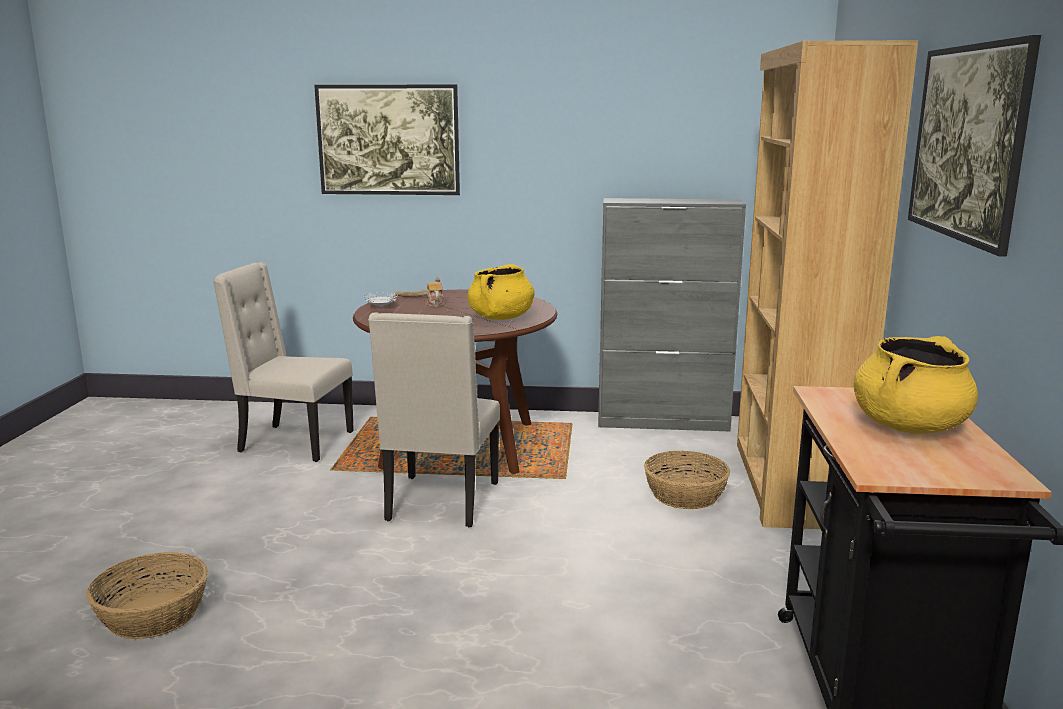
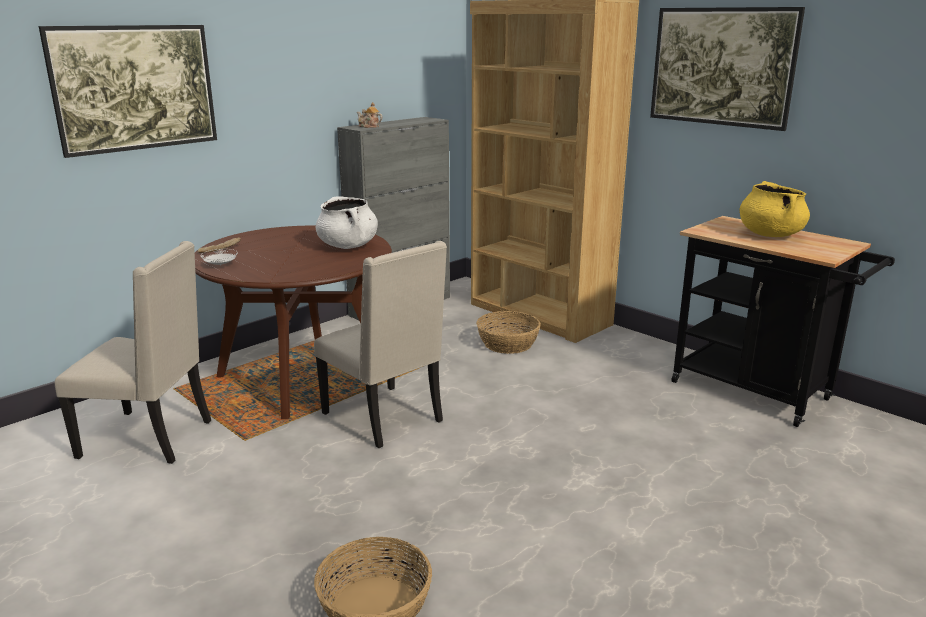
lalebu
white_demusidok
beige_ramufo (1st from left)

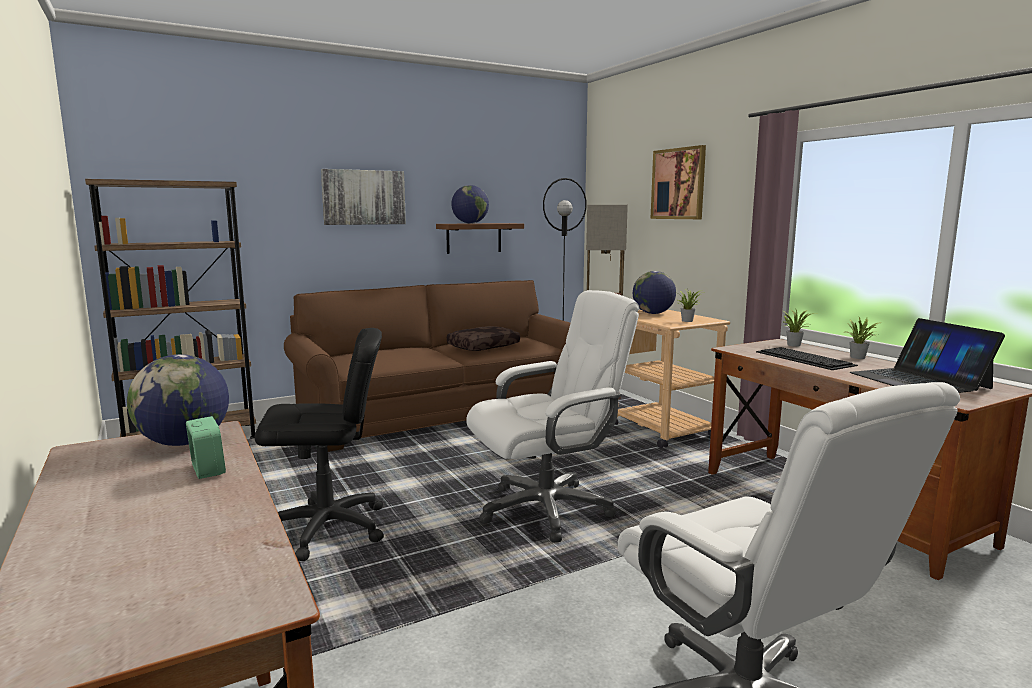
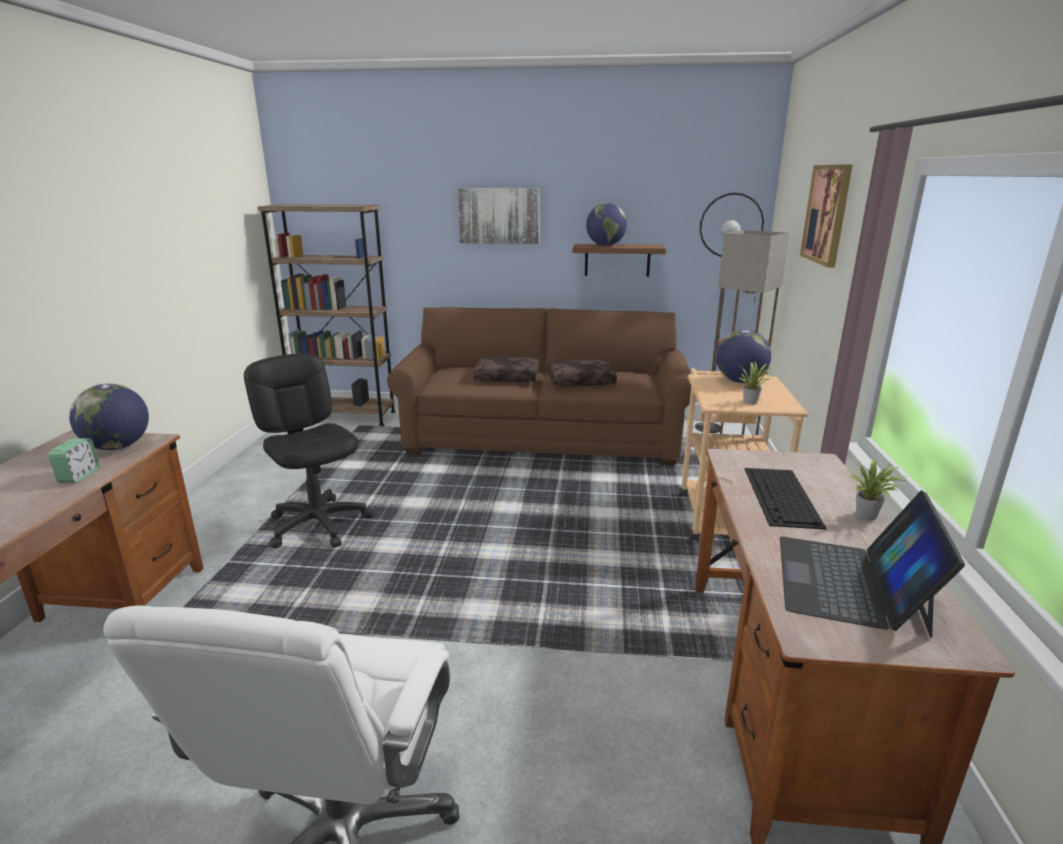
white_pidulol (1st from left in the first image)
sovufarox (2nd from left in the first image)
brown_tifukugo (1st from left)
black_pidulol

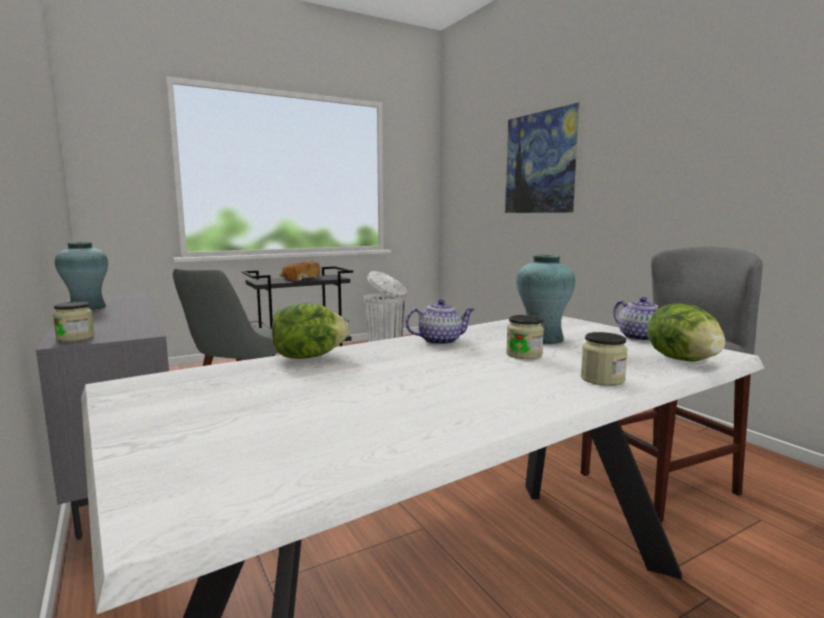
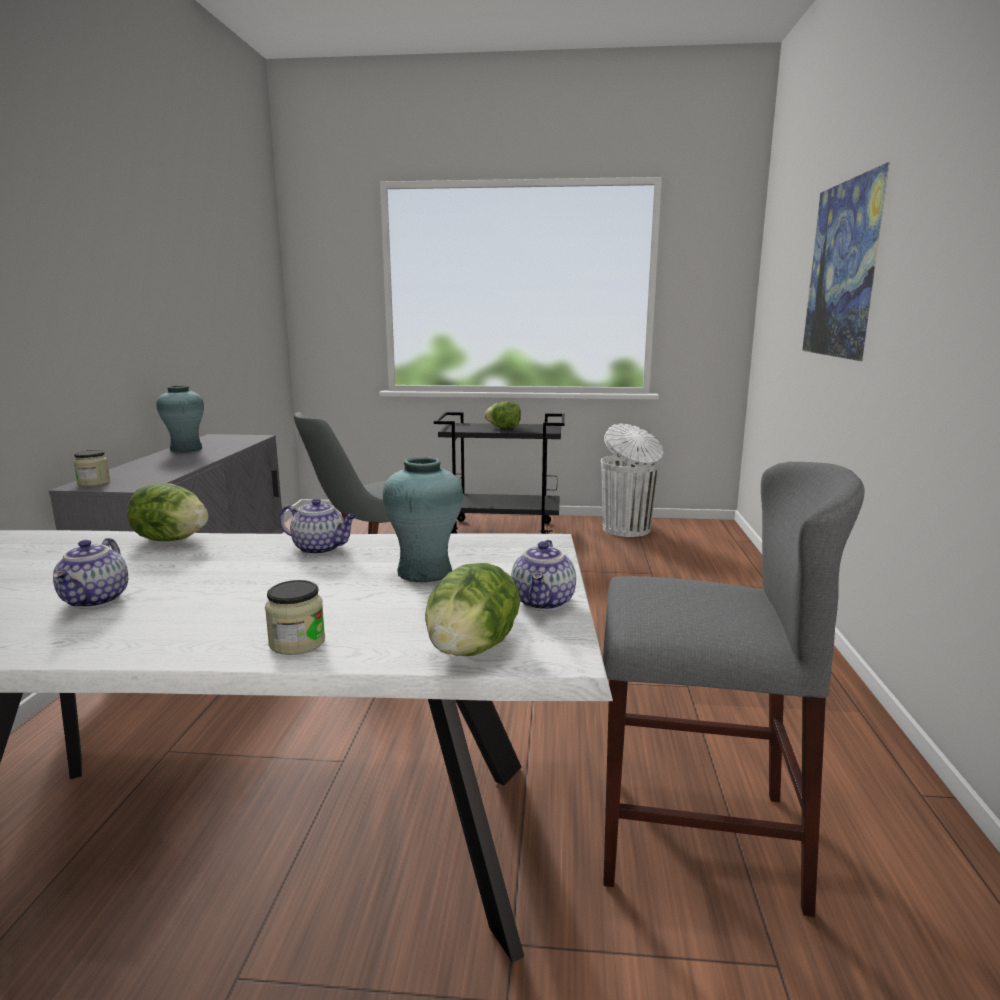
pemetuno (2nd from left in the first image)
lalebu (1st from left)
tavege (3rd from left)

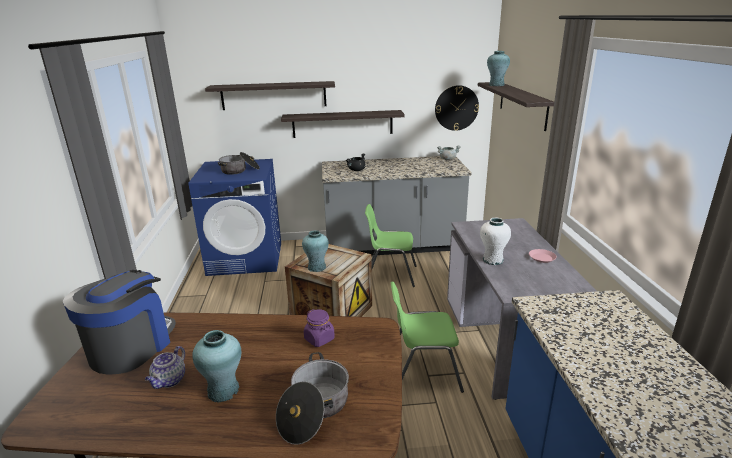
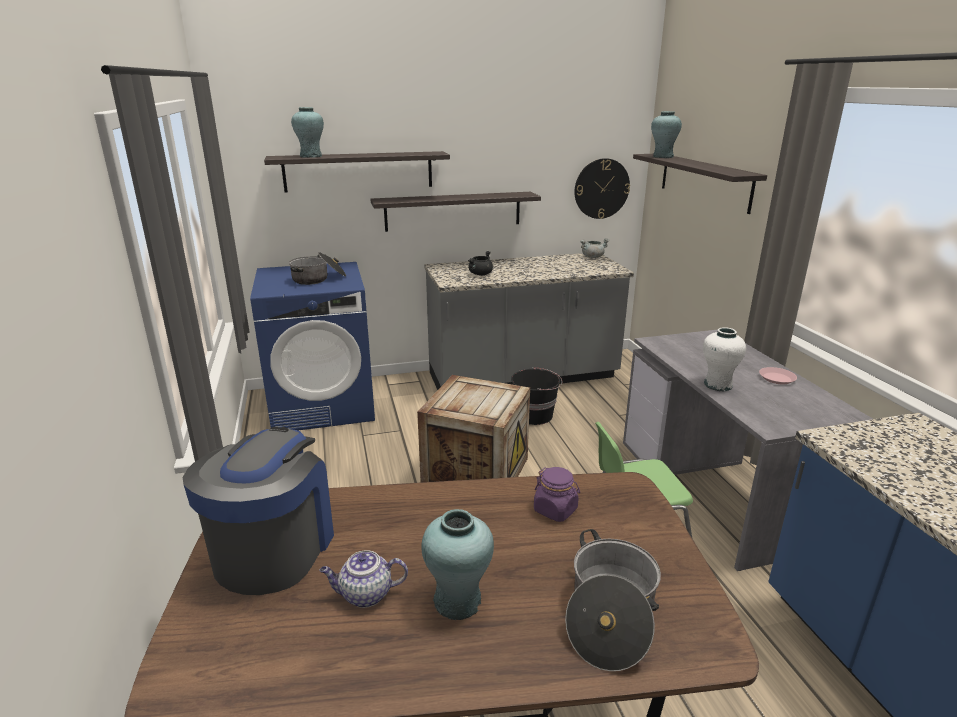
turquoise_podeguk (1st from left)
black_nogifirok
lalebu

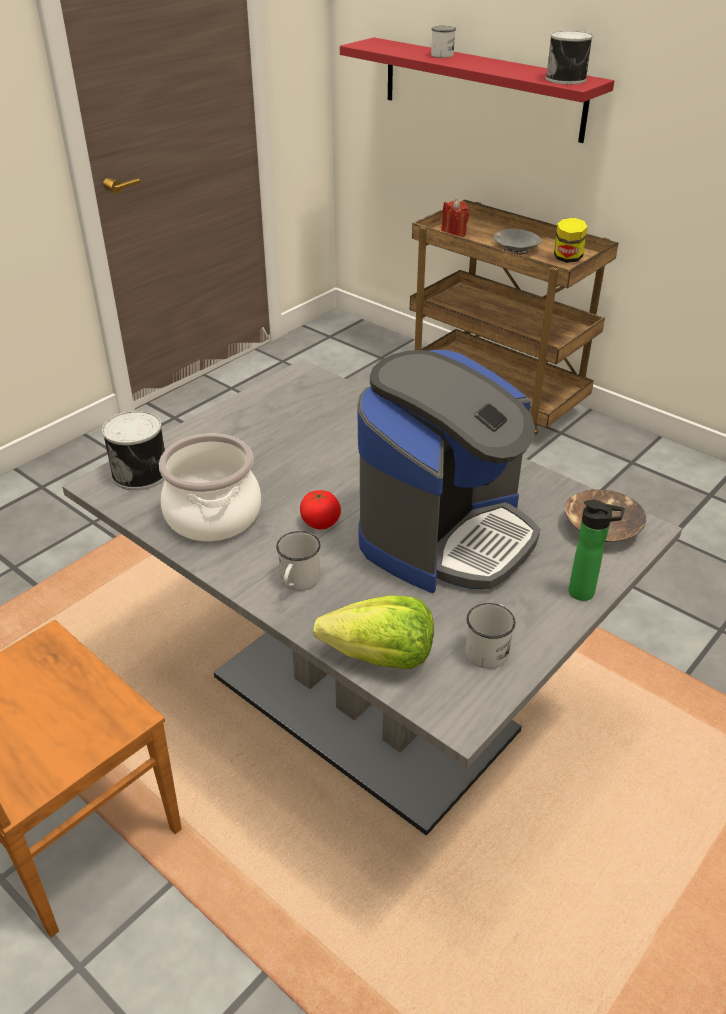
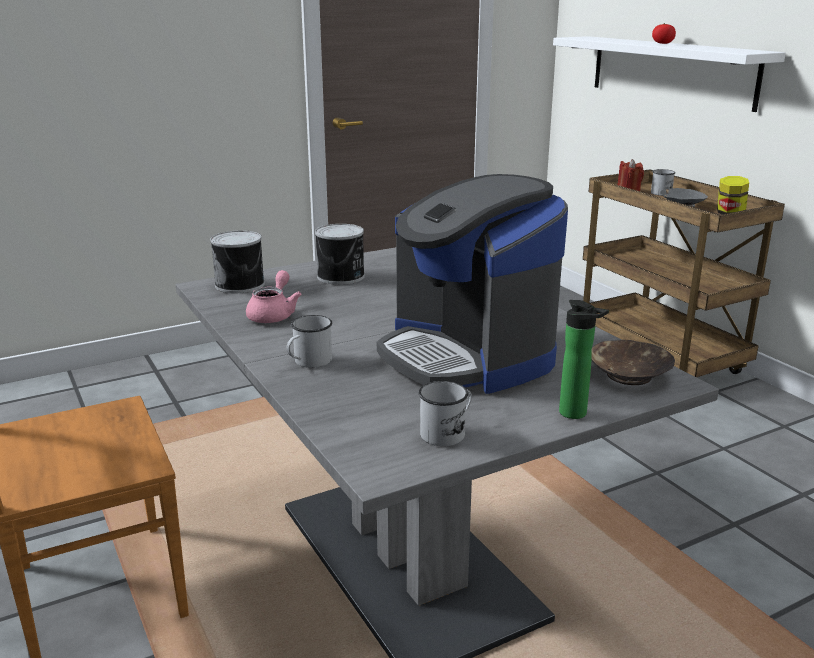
tavege
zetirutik
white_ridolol (3rd from left)
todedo (2nd from left)
pink_lalebu
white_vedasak
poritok

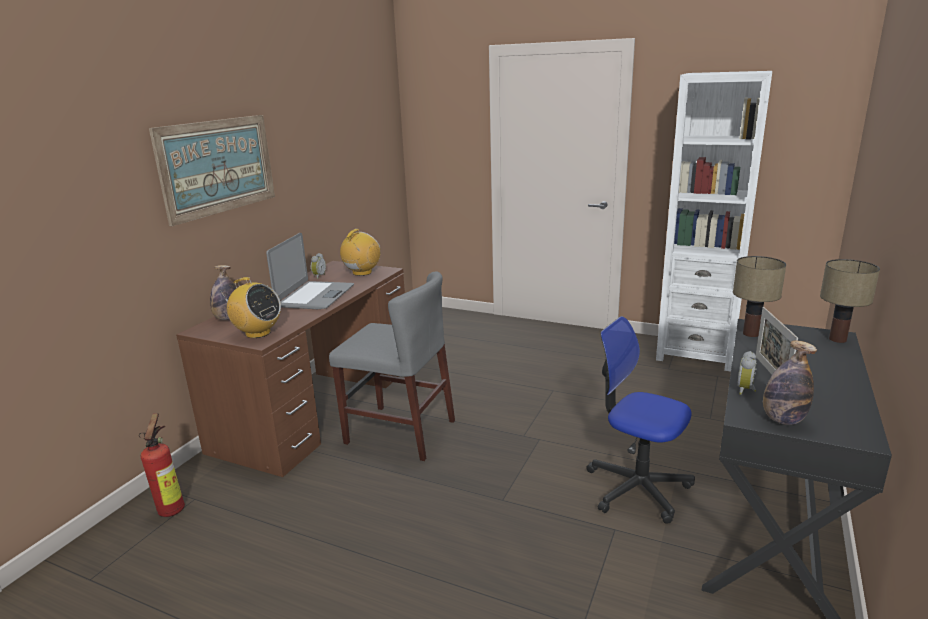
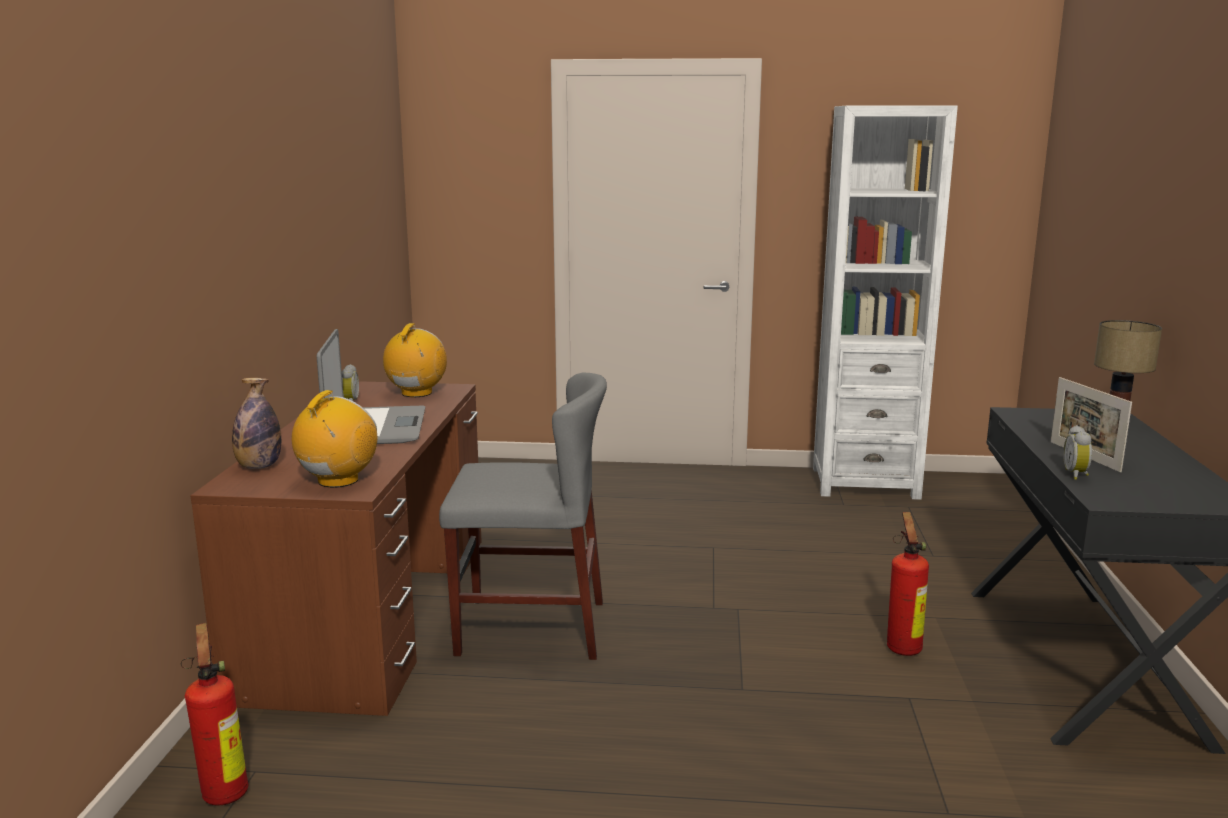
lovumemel
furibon (1st from left in the first image)
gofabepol (2nd from left in the first image)
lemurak (2nd from left)
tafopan (1st from left)

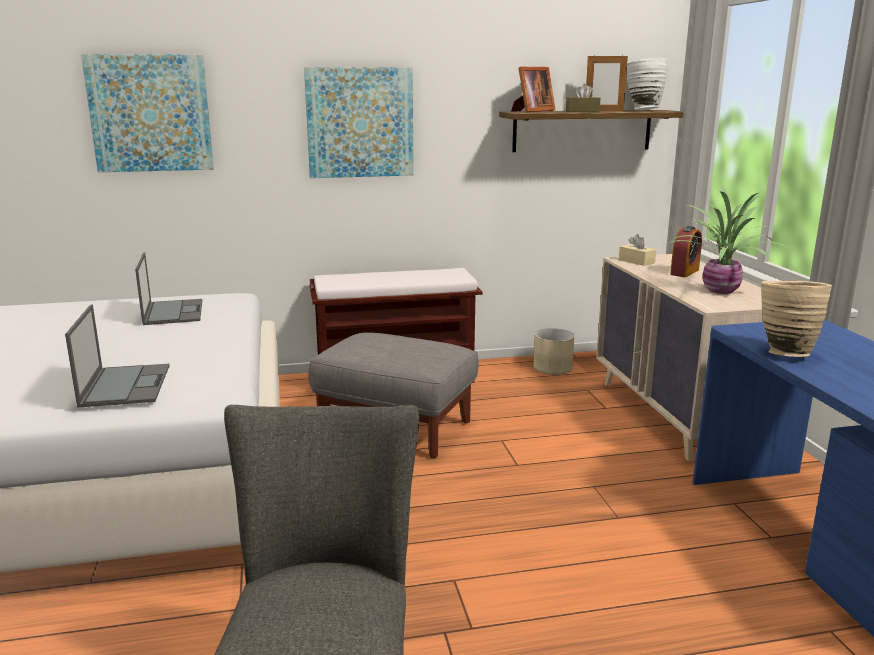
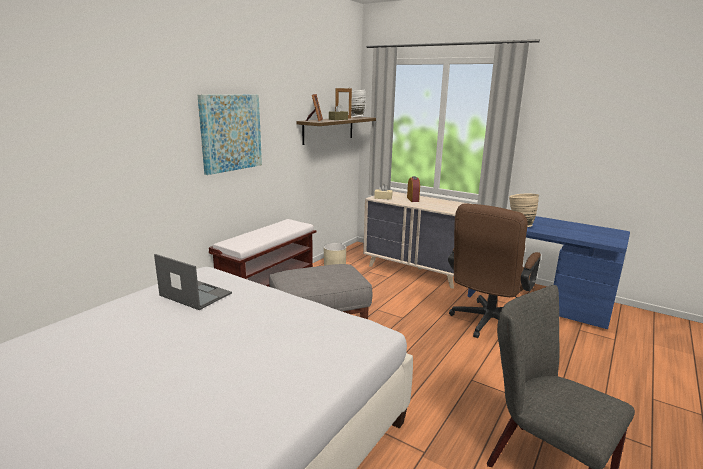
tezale (1st from left in the first image)
lovumemel (1st from left in the first image)
sovufarox
brown_pidulol

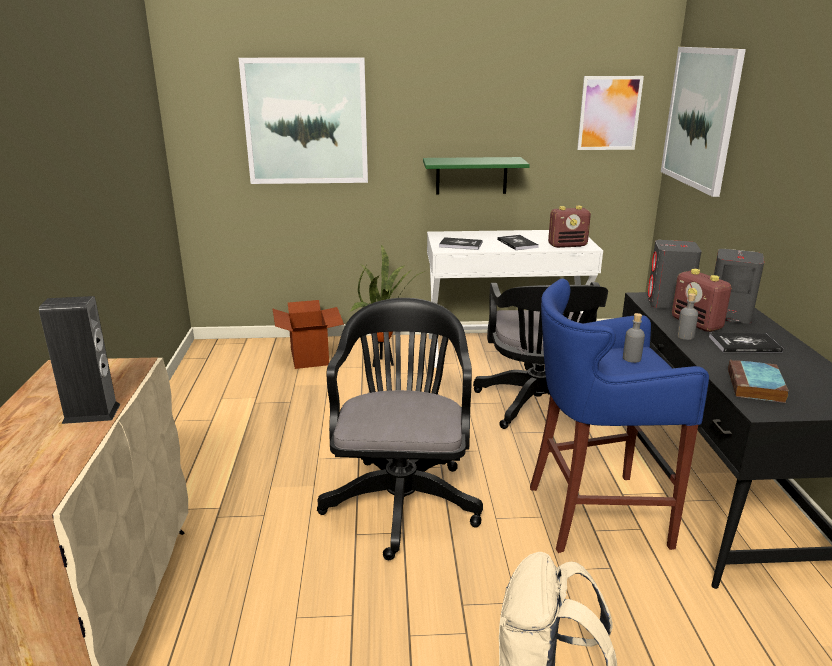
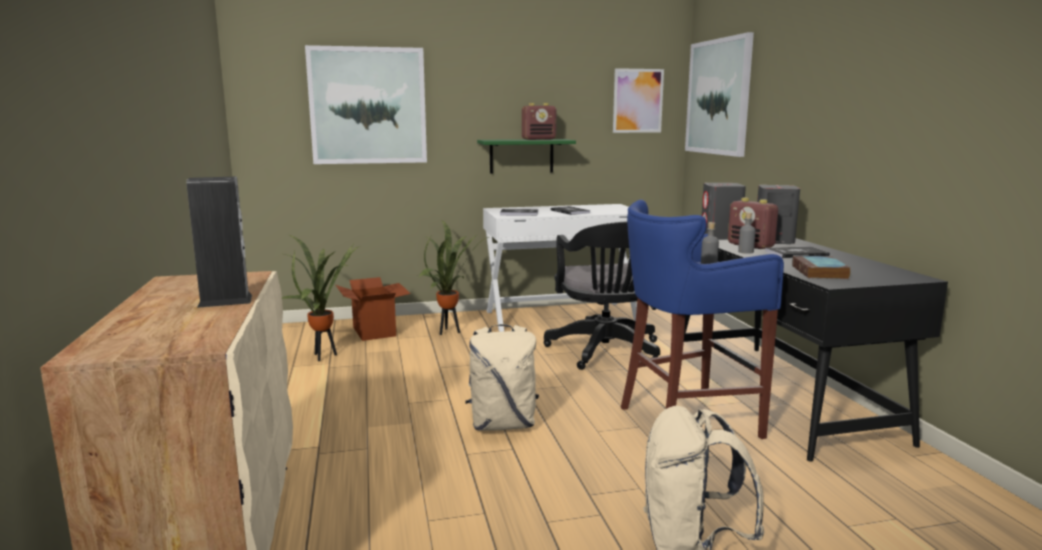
sovufarox (1st from left)
tafopan (1st from left)
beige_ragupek (1st from left)

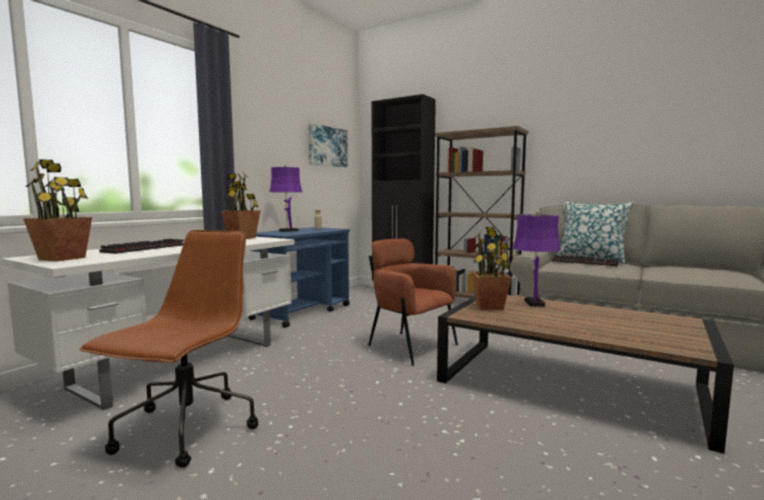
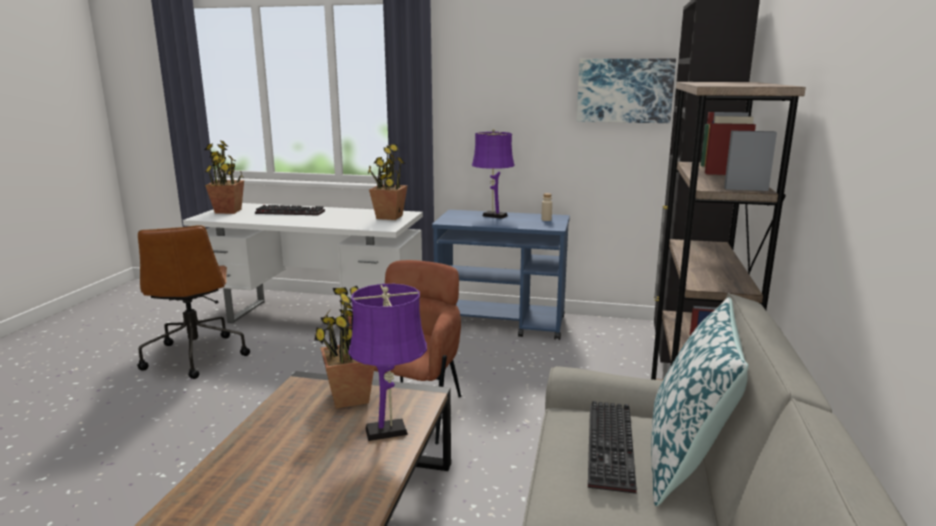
brown_pidulol

